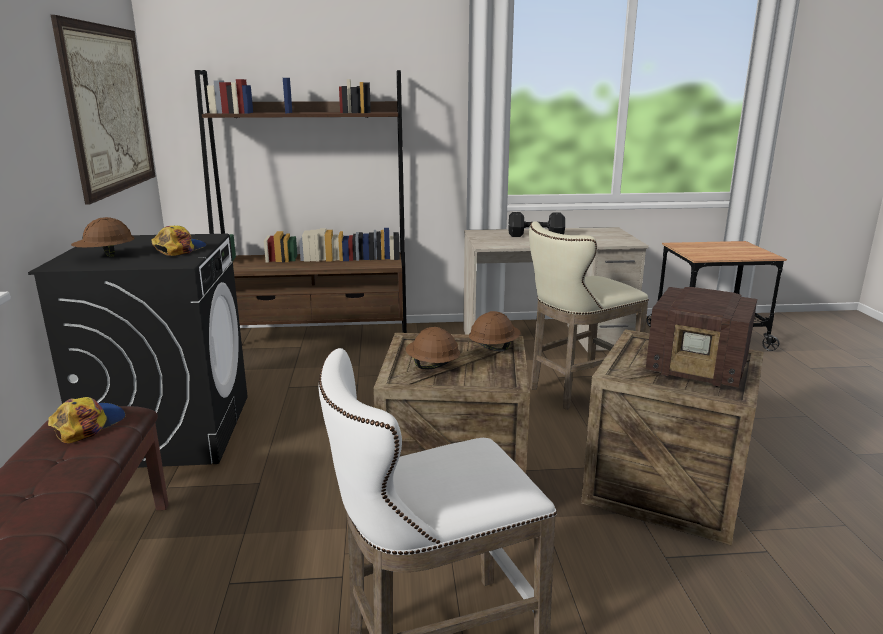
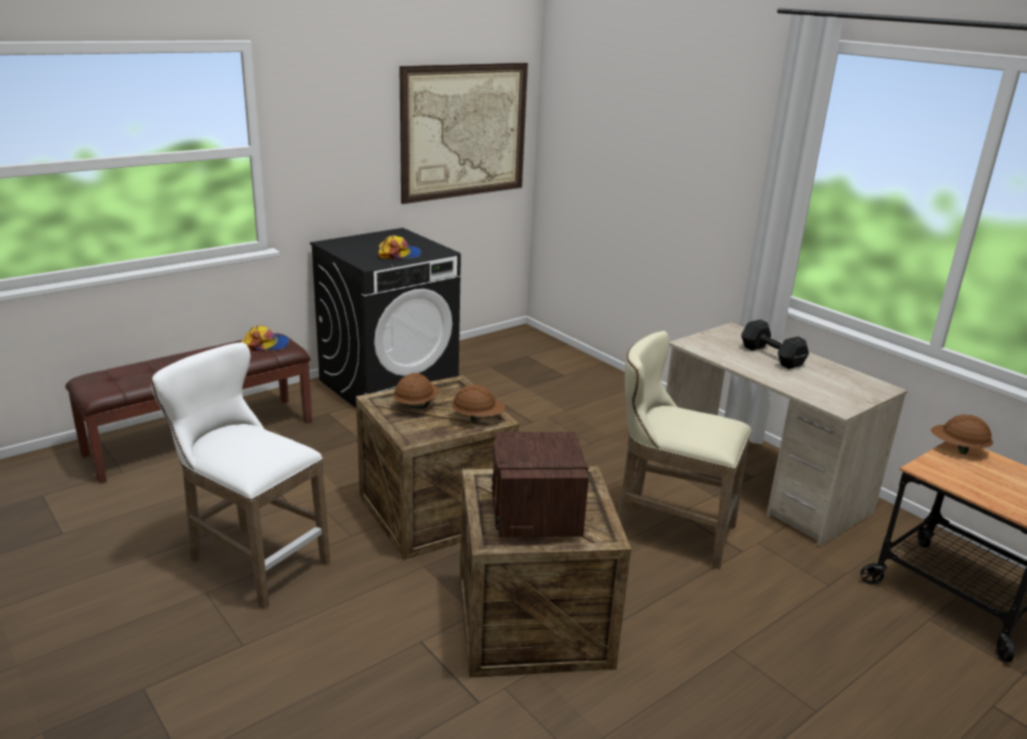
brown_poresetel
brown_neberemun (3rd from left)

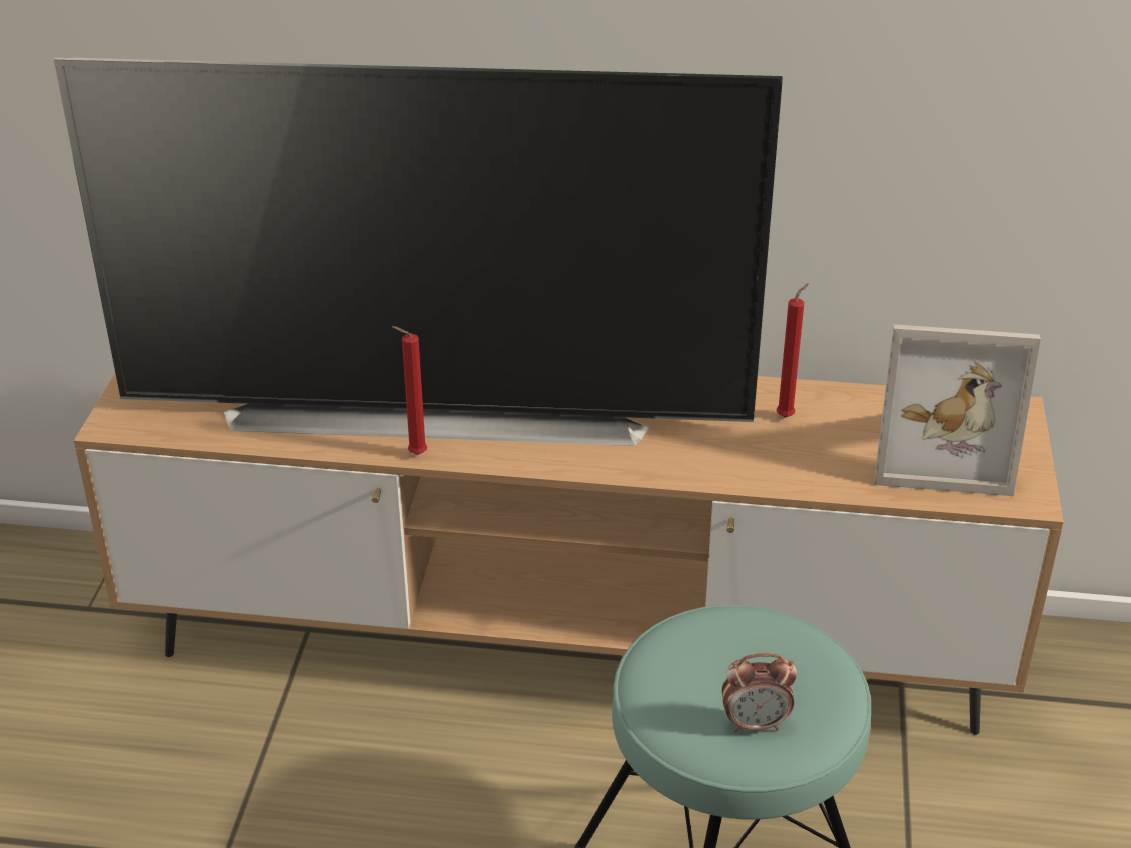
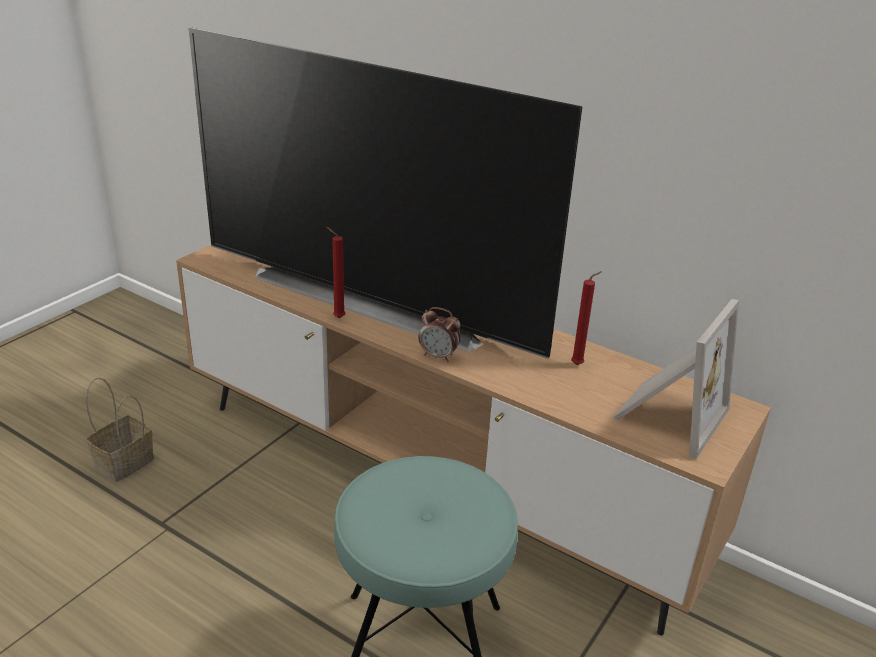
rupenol
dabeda
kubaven

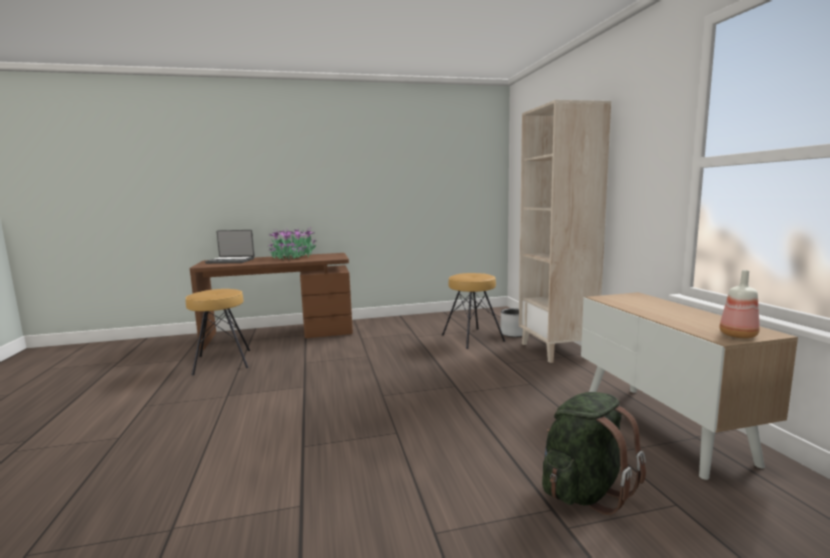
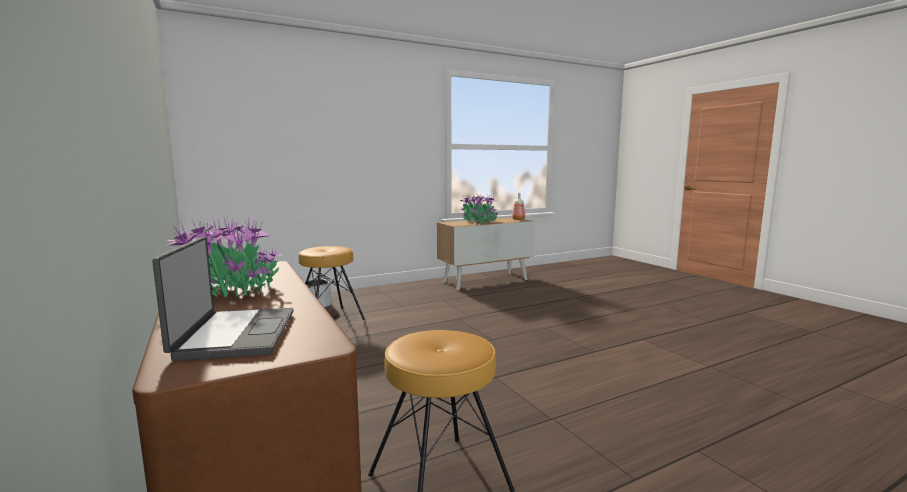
beige_poresetel
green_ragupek
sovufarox (2nd from left)

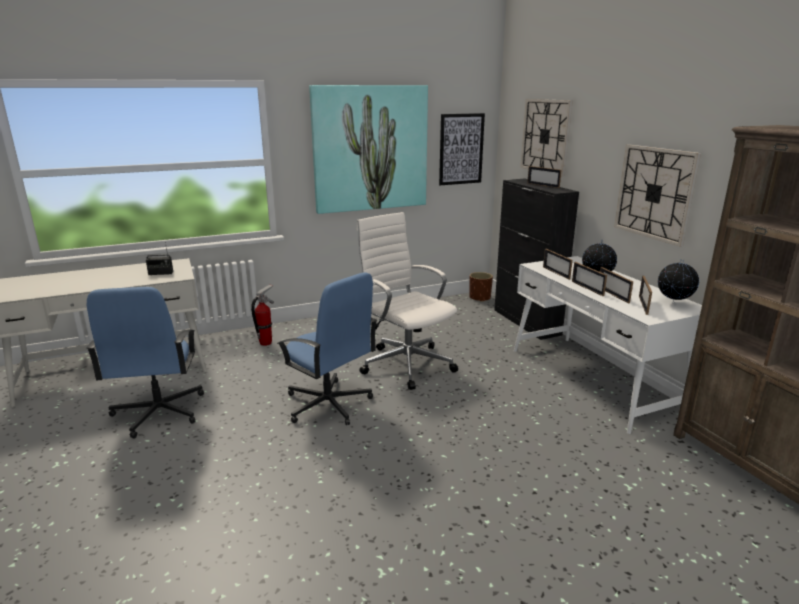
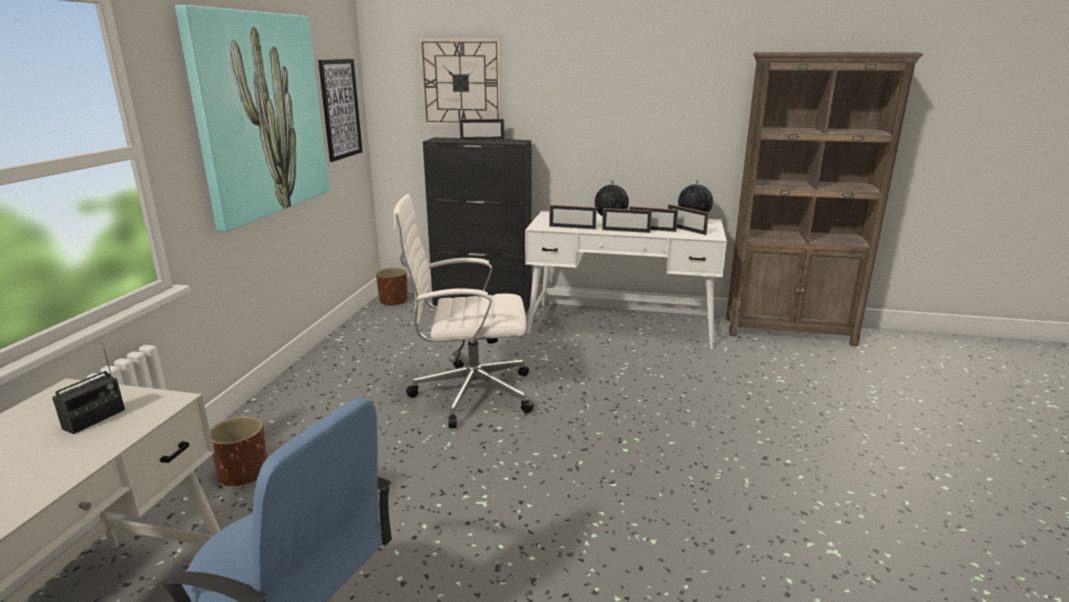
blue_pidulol (2nd from left in the first image)
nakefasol (2nd from left in the first image)
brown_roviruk (1st from left)

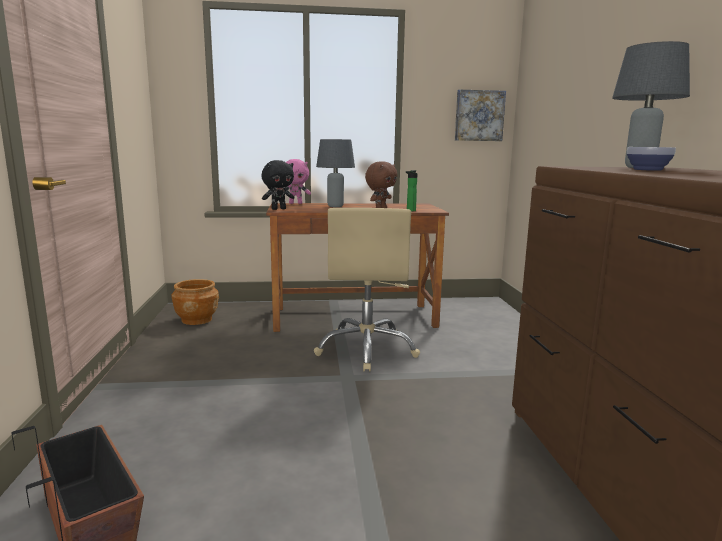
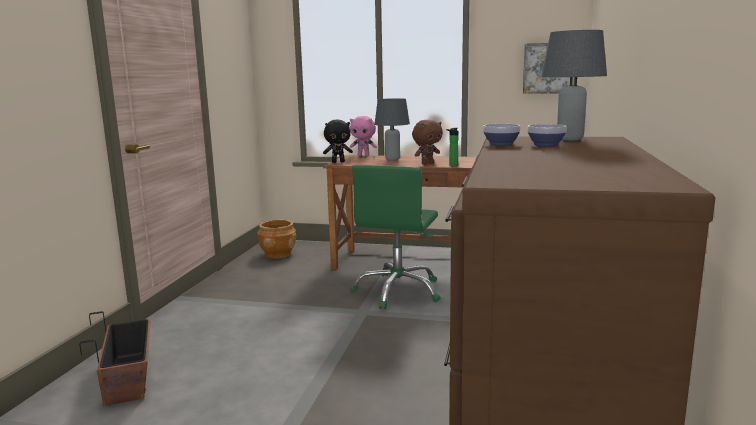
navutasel (1st from left)
green_pidulol

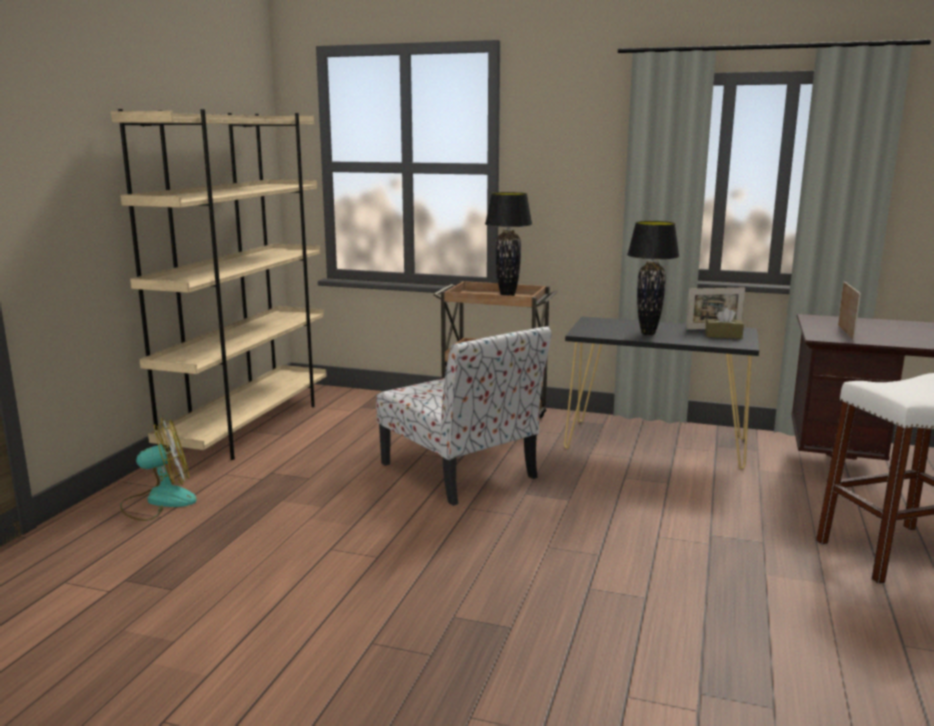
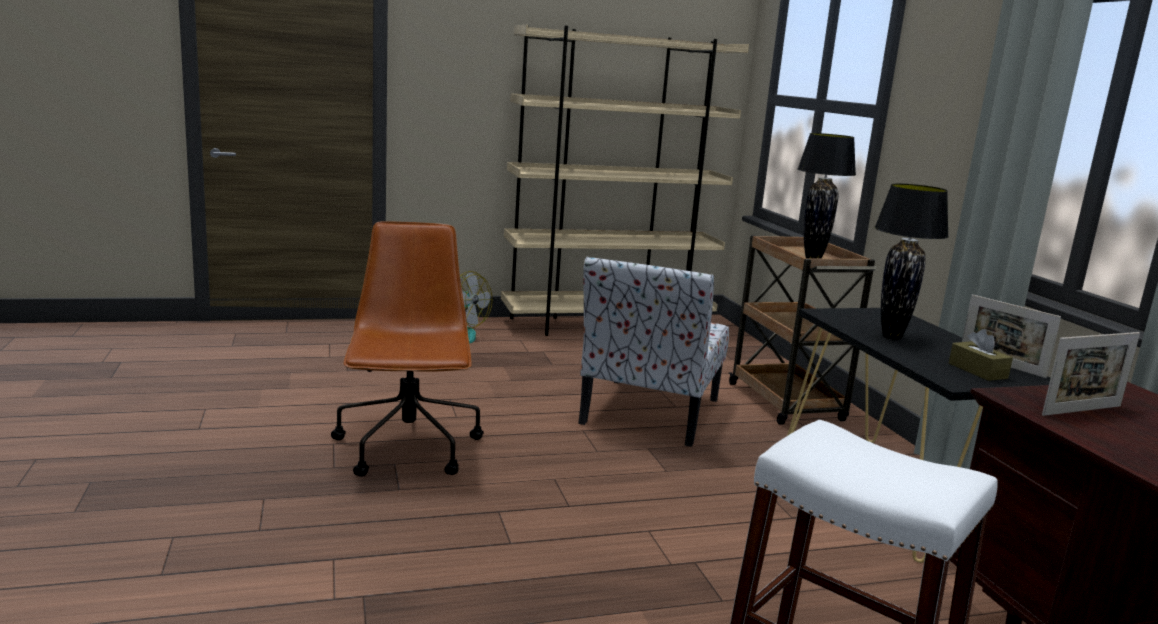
brown_pidulol

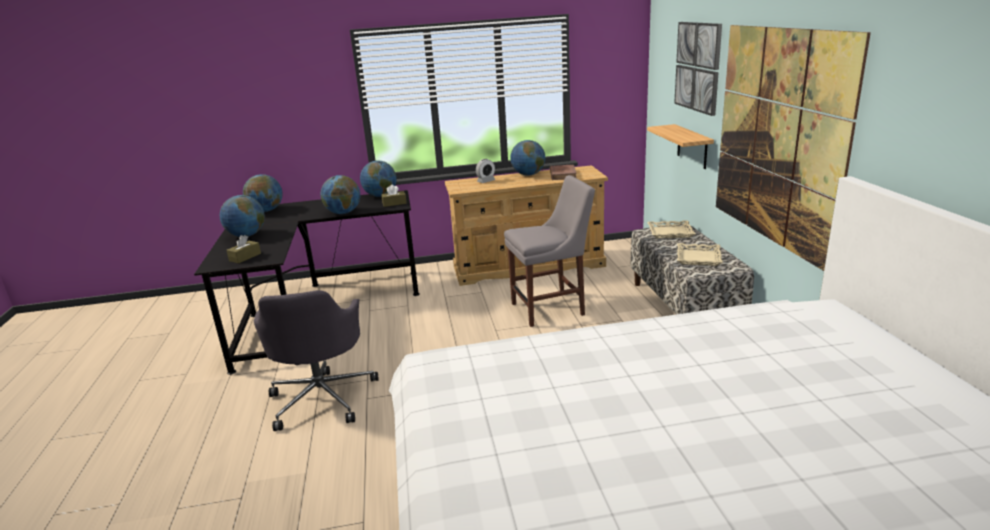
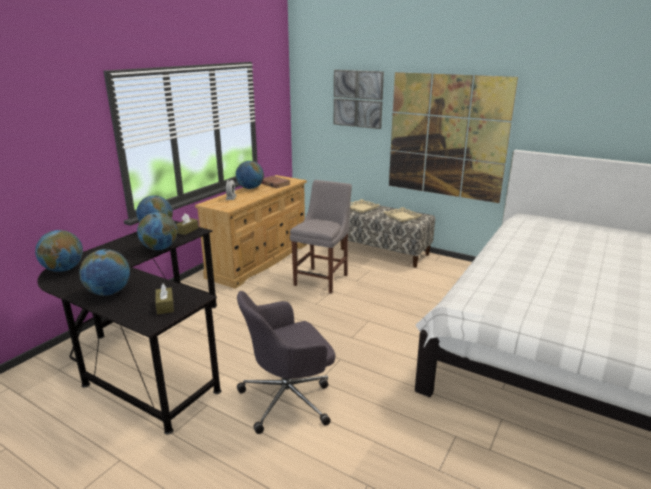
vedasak
grey_pidulol

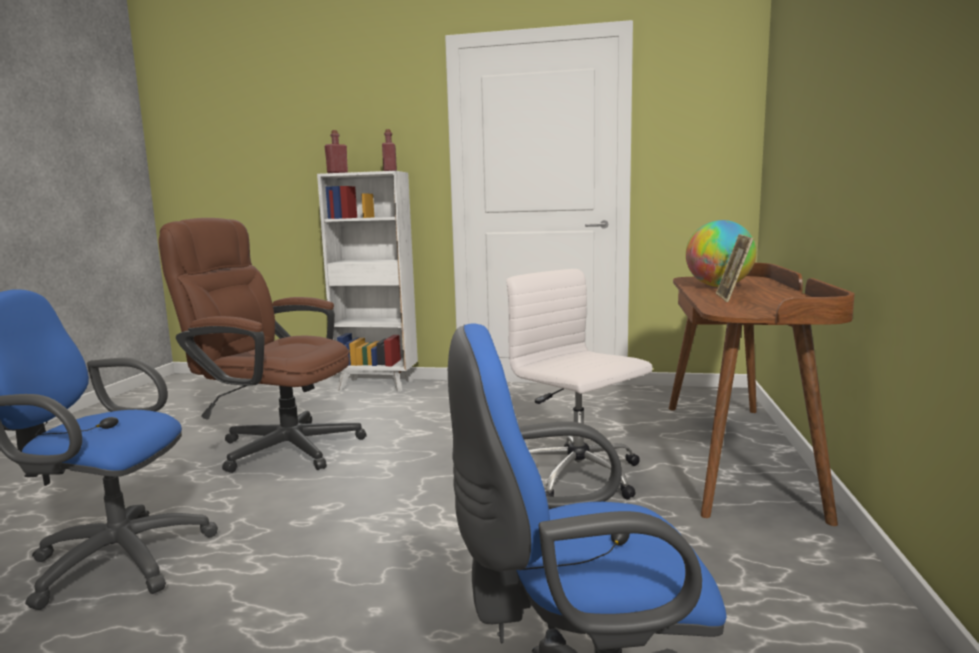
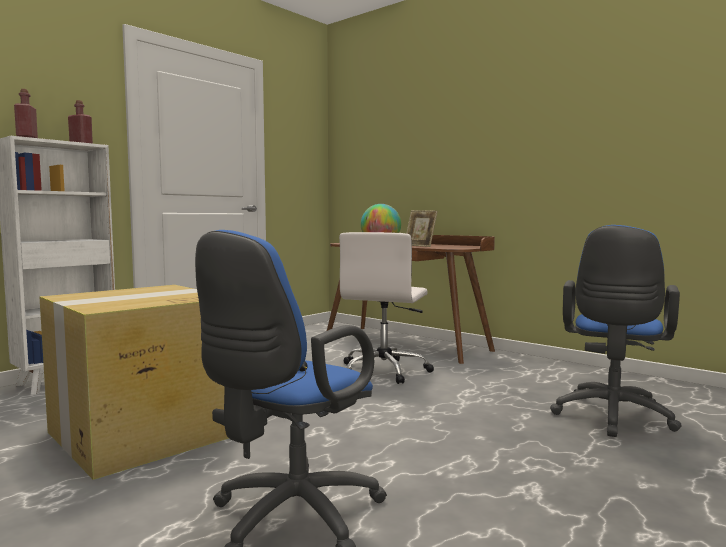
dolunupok
white_pidulol

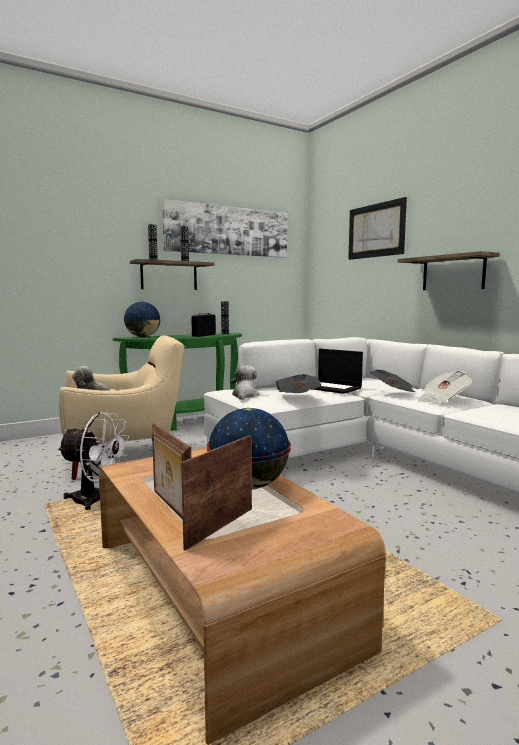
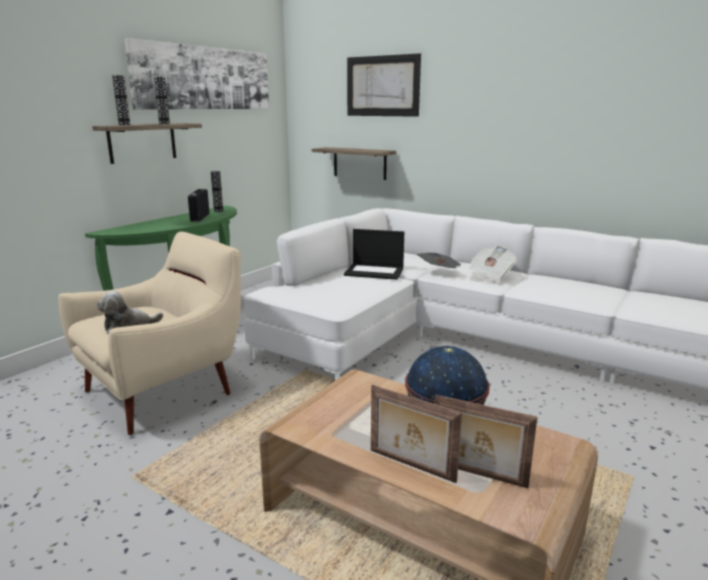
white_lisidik
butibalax (1st from left in the first image)
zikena (2nd from left in the first image)
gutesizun (1st from left in the first image)
vedasak (2nd from left)
kubaven (2nd from left)

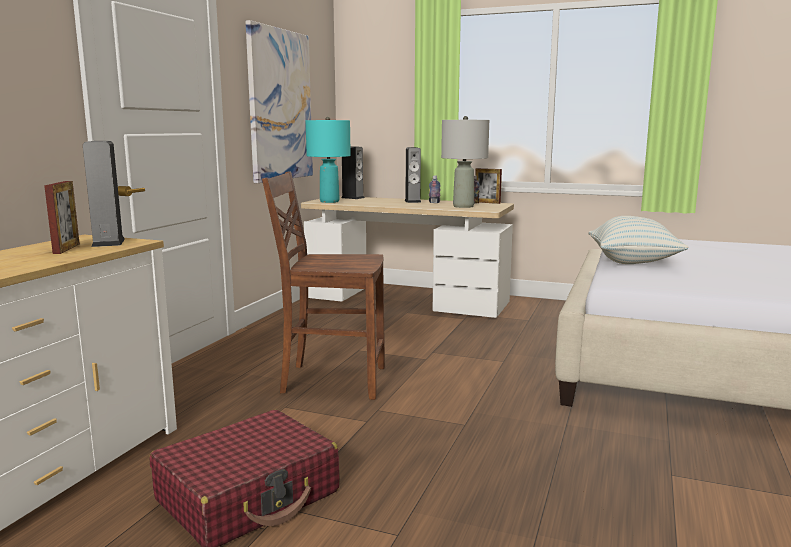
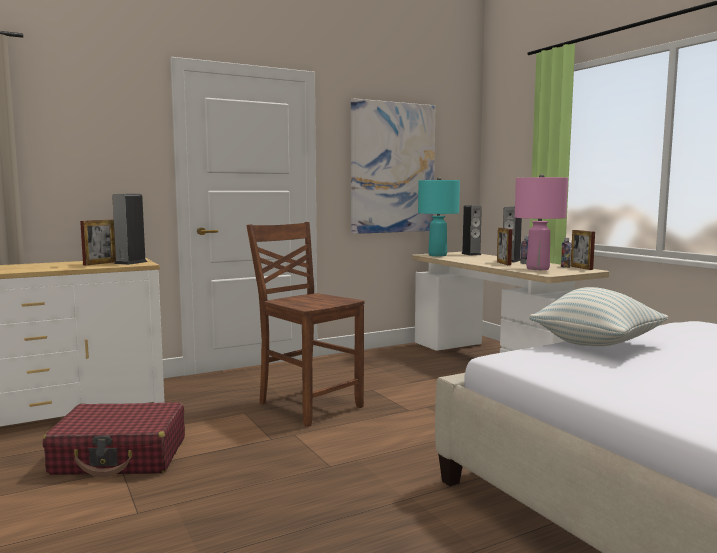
kubaven (2nd from left)
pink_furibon

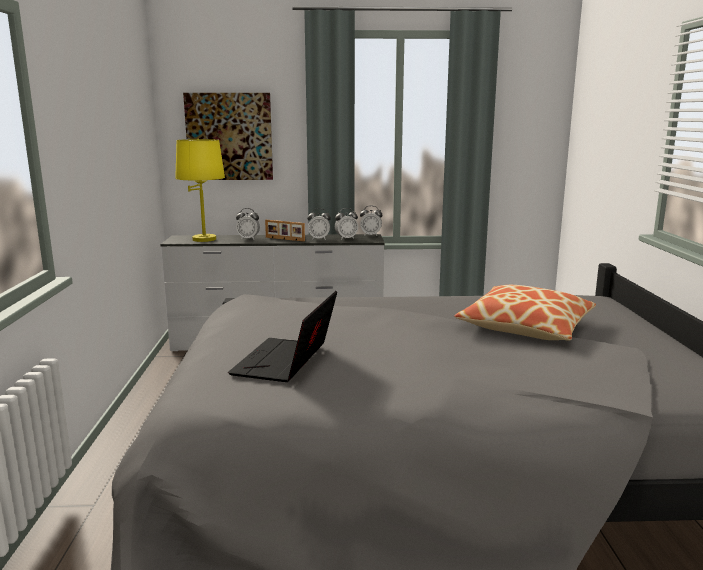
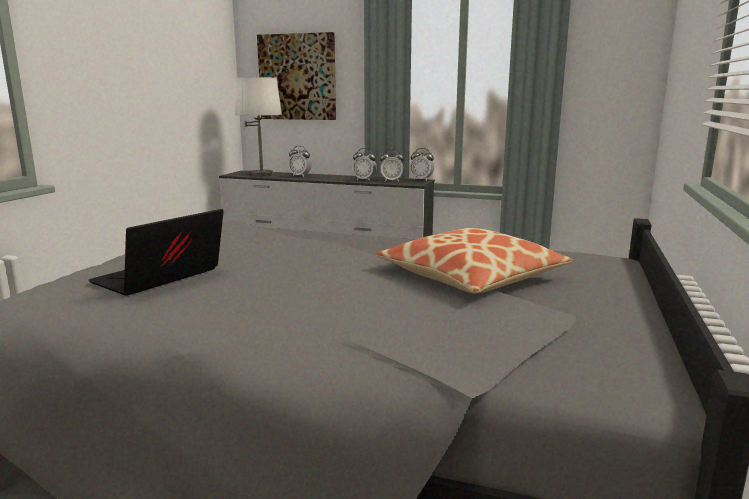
kubaven
white_furibon

